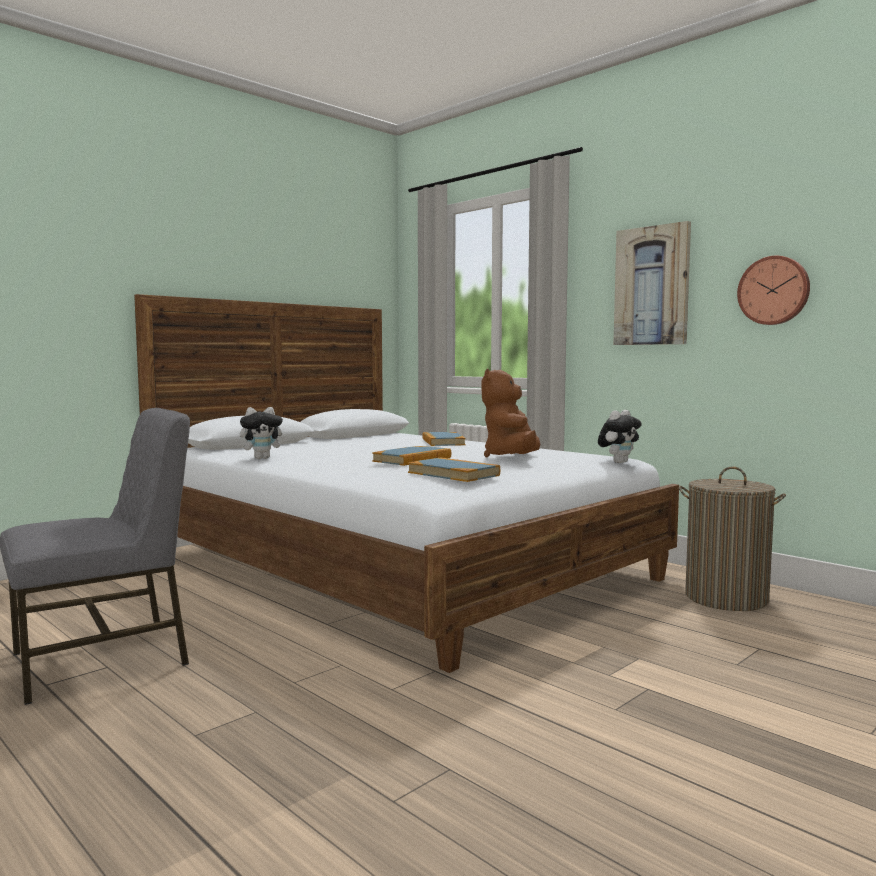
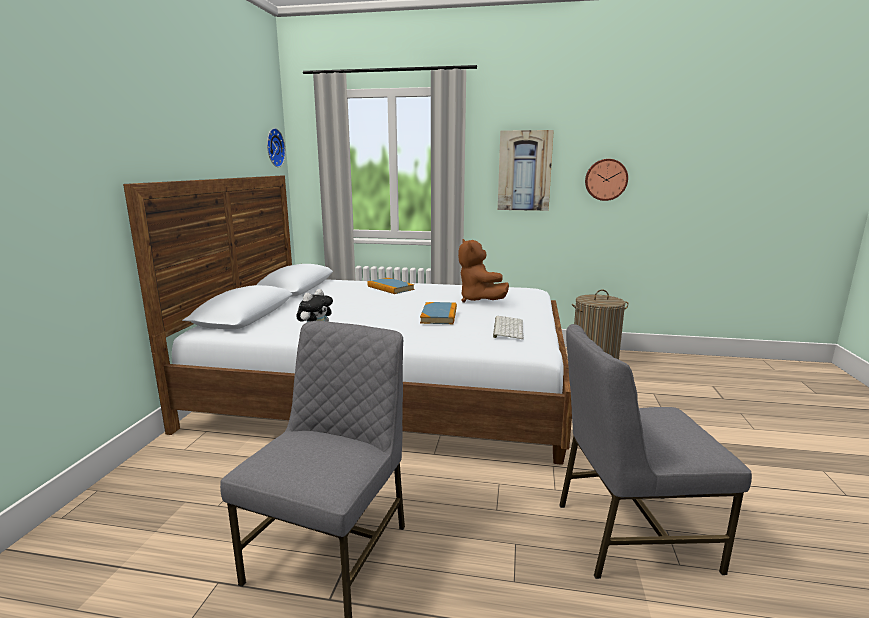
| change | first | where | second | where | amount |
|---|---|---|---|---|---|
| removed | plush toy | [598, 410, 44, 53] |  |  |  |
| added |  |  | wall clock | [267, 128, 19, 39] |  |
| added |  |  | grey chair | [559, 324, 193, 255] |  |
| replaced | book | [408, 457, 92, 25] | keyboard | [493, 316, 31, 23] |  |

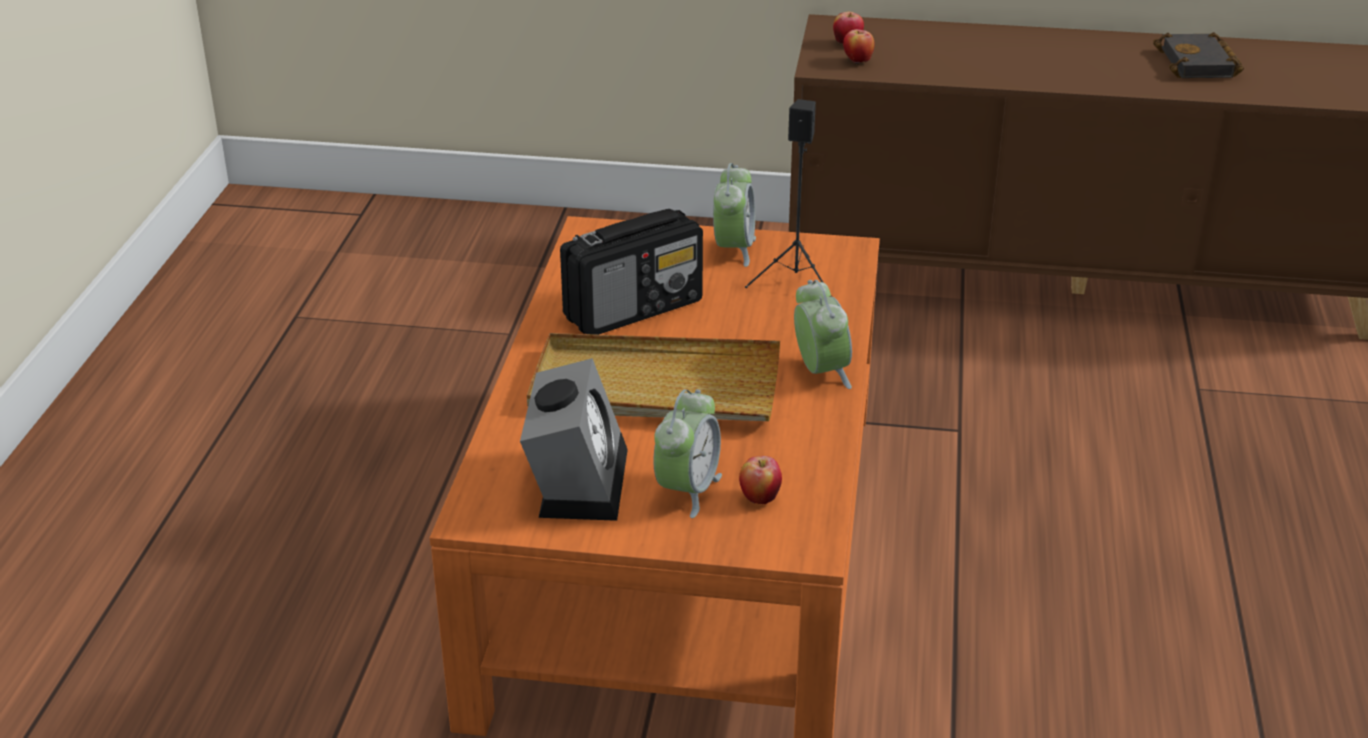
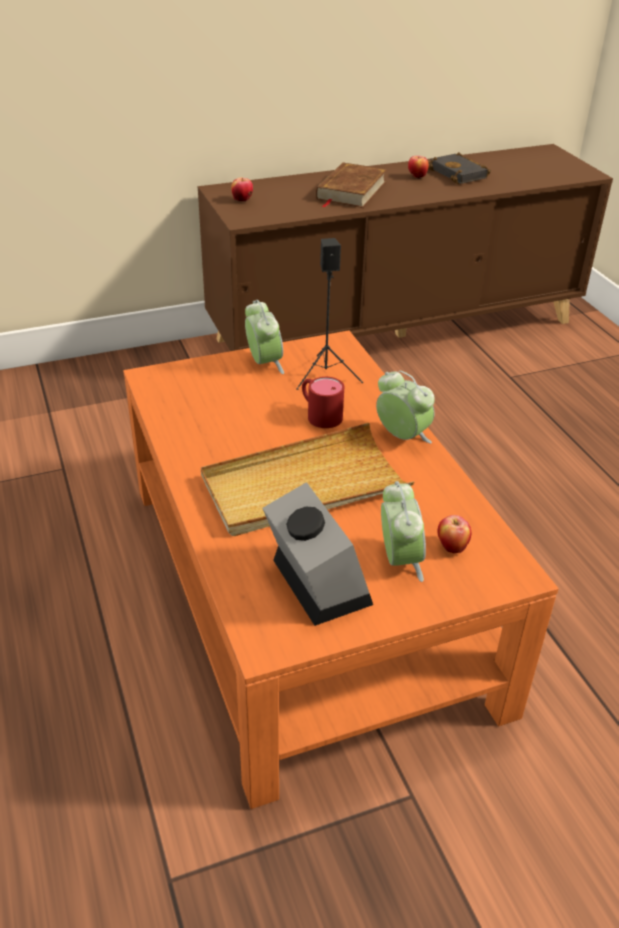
| change | first | where | second | where | amount |
|---|---|---|---|---|---|
| removed | radio | [560, 209, 143, 126] |  |  |  |
| added |  |  | red mug | [302, 377, 42, 51] |  |
| added |  |  | brown book | [316, 162, 71, 46] |  |
| moved | apple | [843, 29, 32, 35] |  | [408, 156, 21, 23] |  |

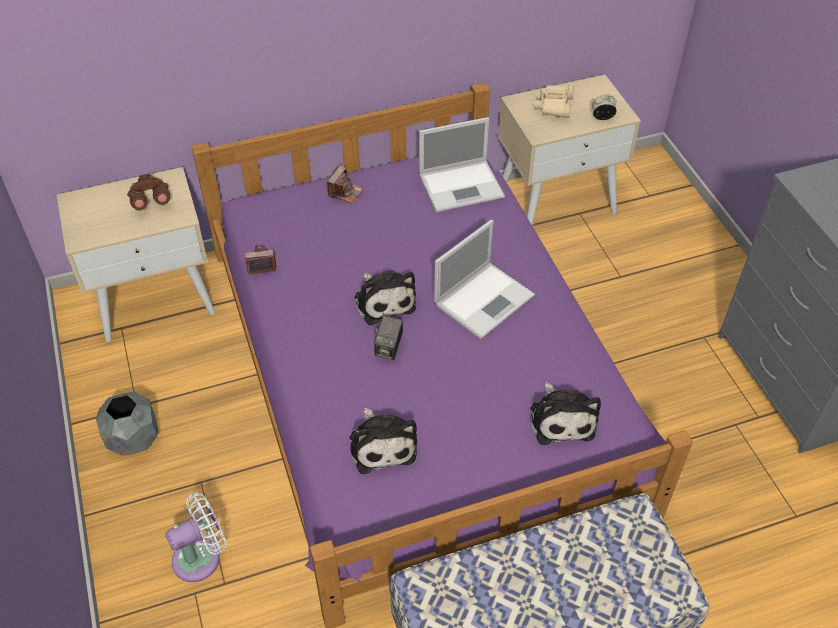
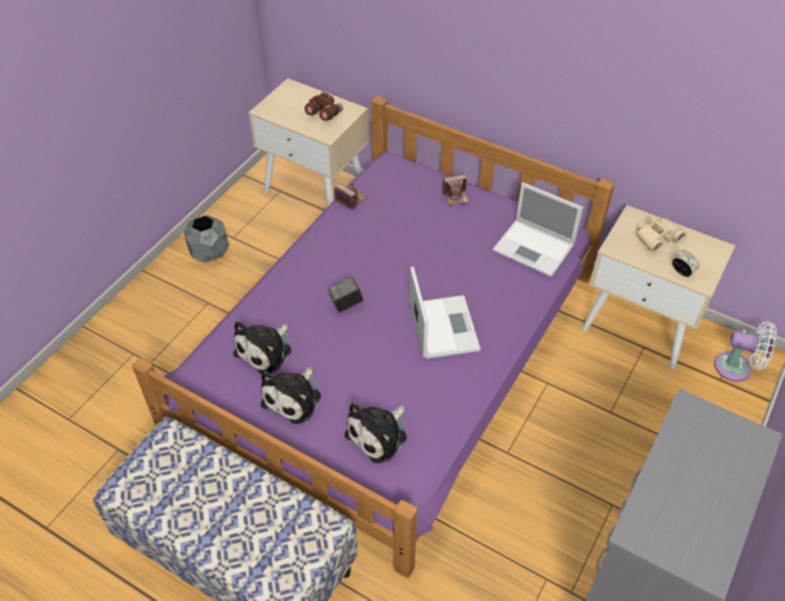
| change | first | where | second | where | amount |
|---|---|---|---|---|---|
| moved | white fan | [165, 493, 61, 89] |  | [714, 322, 63, 60] |  |
| moved | plush toy | [354, 271, 62, 54] |  | [261, 367, 60, 57] |  |
| turned | laptop | [434, 220, 101, 119] |  | [409, 267, 72, 92] | 105 degrees counterclockwise |

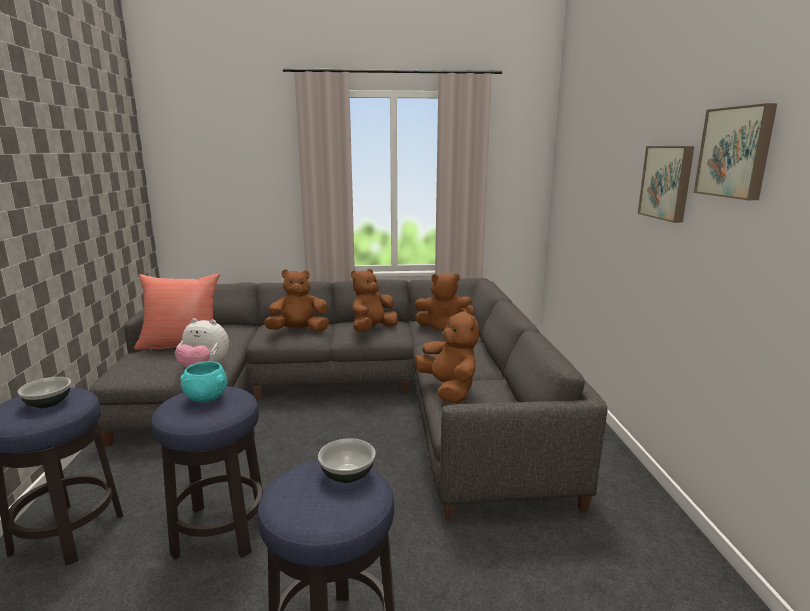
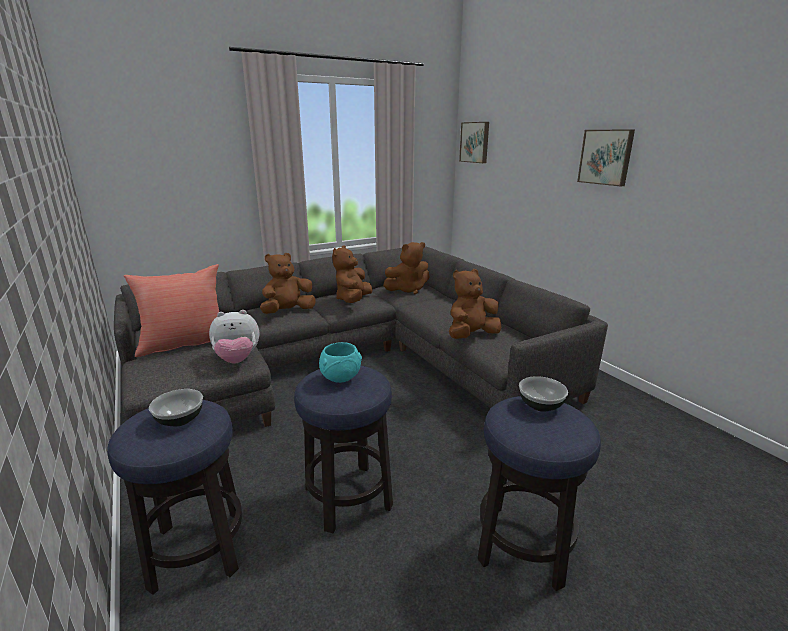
| change | first | where | second | where | amount |
|---|---|---|---|---|---|
| moved | picture | [694, 103, 83, 97] |  | [459, 122, 30, 41] |  |
| turned | brown plush toy | [415, 308, 64, 95] |  | [449, 269, 52, 70] | 75 degrees counterclockwise |

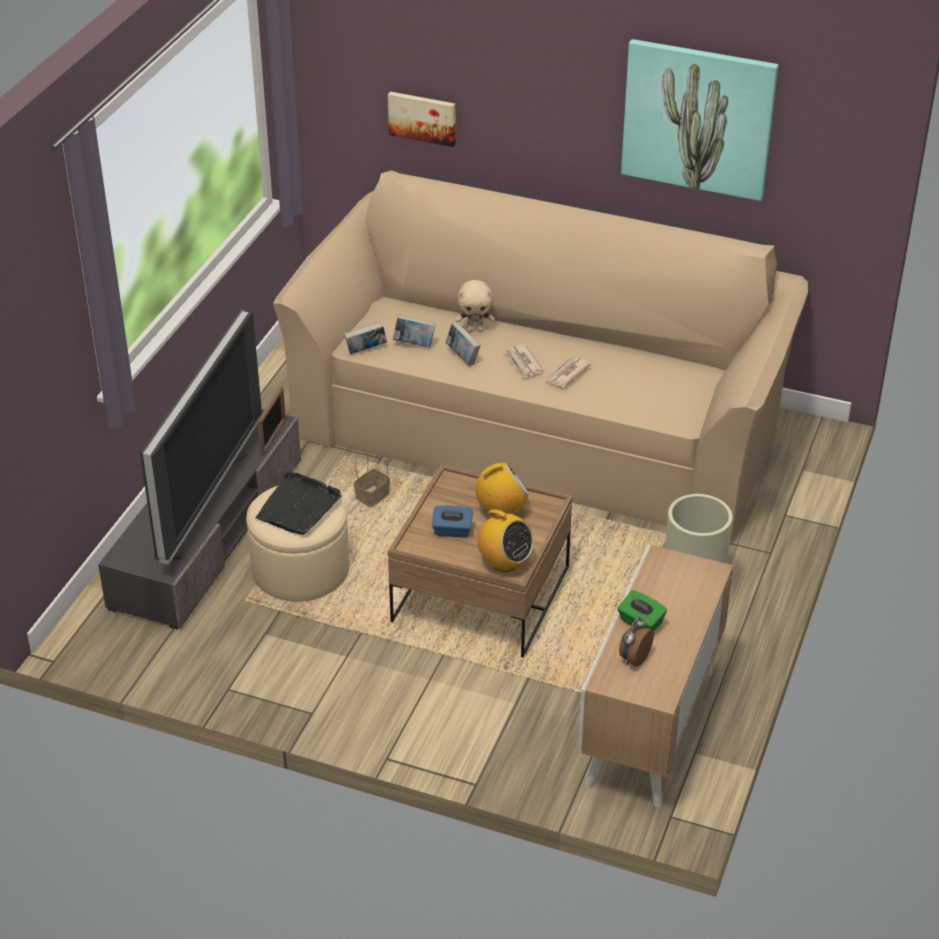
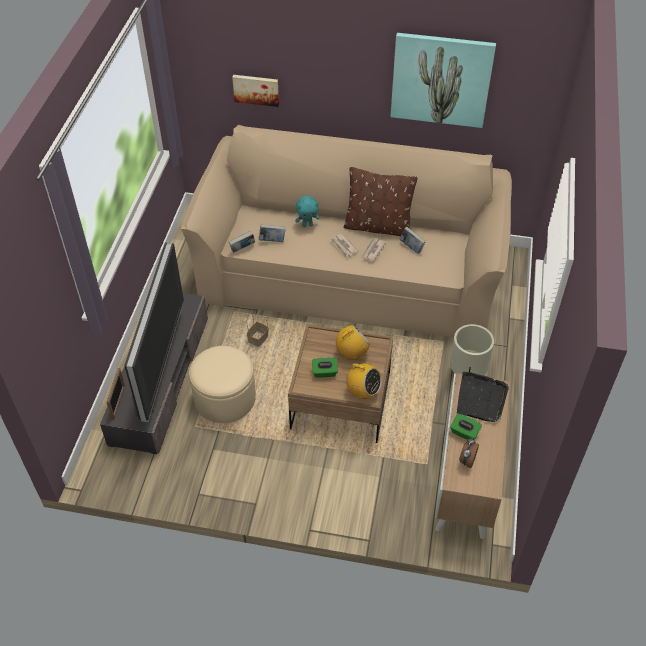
| change | first | where | second | where | amount |
|---|---|---|---|---|---|
| added |  |  | brown pillow | [343, 167, 75, 69] |  |
| moved | black tray | [255, 471, 86, 64] |  | [457, 372, 52, 50] |  |
| moved | picture frame | [258, 385, 28, 71] |  | [107, 368, 18, 52] |  |
| moved | book | [446, 322, 35, 44] |  | [400, 227, 26, 27] |  |
| recoloured | blue tissue box | [432, 505, 41, 33] | green tissue box | [312, 357, 26, 21] |  |
| recoloured | beige plush toy | [456, 280, 39, 52] | turquoise plush toy | [295, 196, 25, 31] |  |

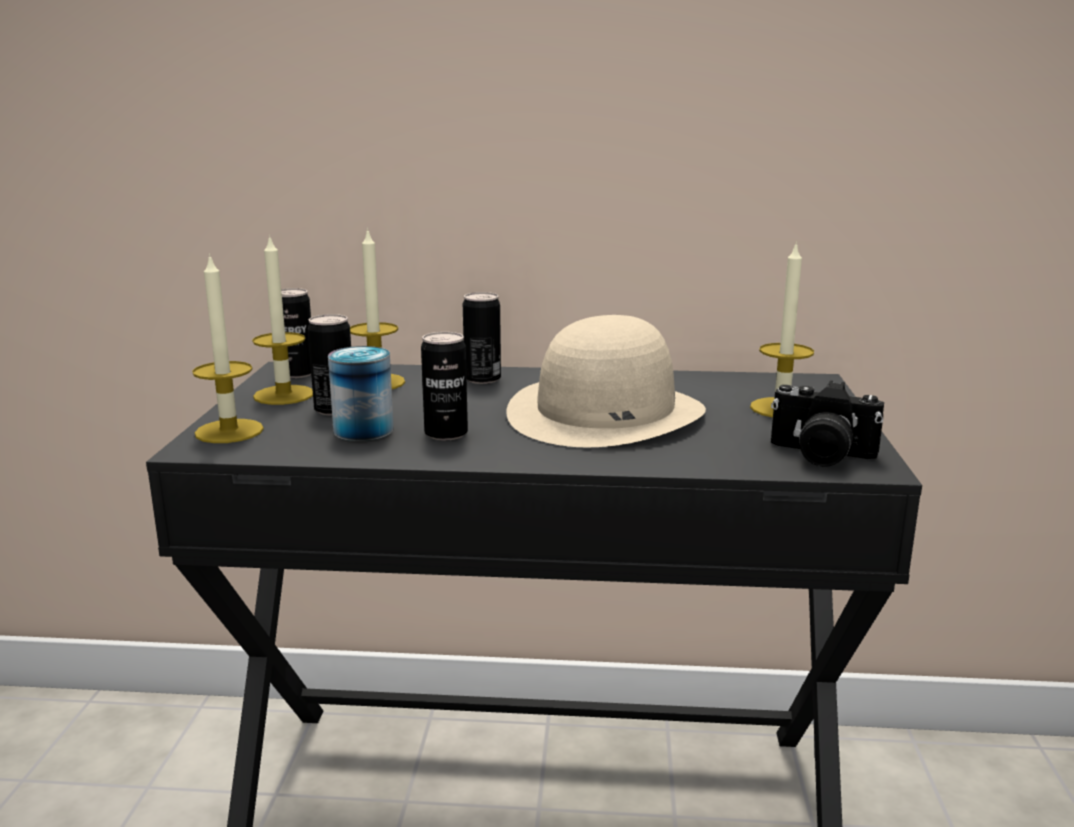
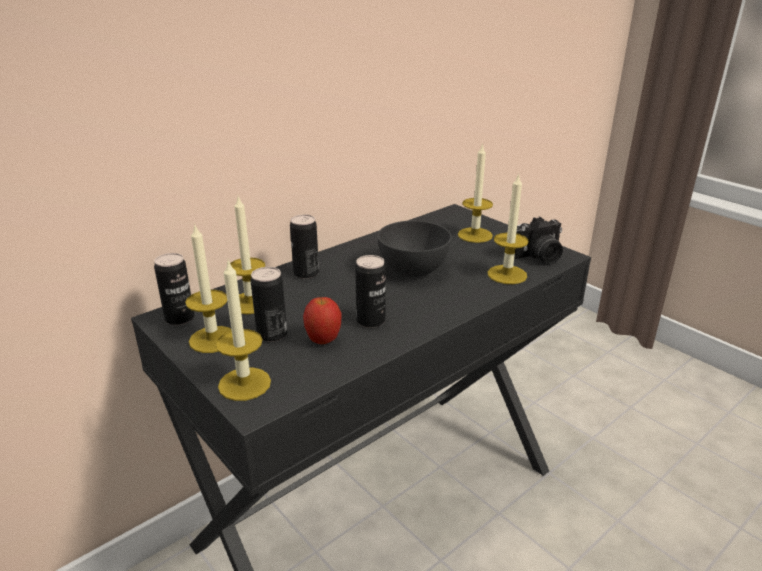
| change | first | where | second | where | amount |
|---|---|---|---|---|---|
| added |  |  | candle | [488, 173, 41, 111] |  |
| replaced | can | [328, 346, 66, 95] | apple | [303, 297, 39, 47] |  |
| replaced | beige hat | [506, 315, 200, 132] | grey bowl | [378, 221, 74, 56] |  |

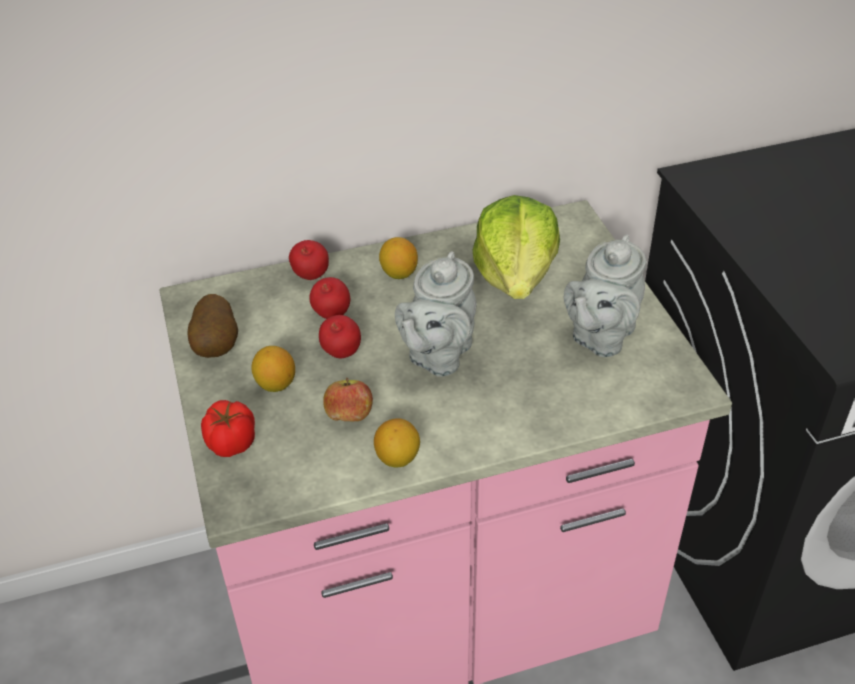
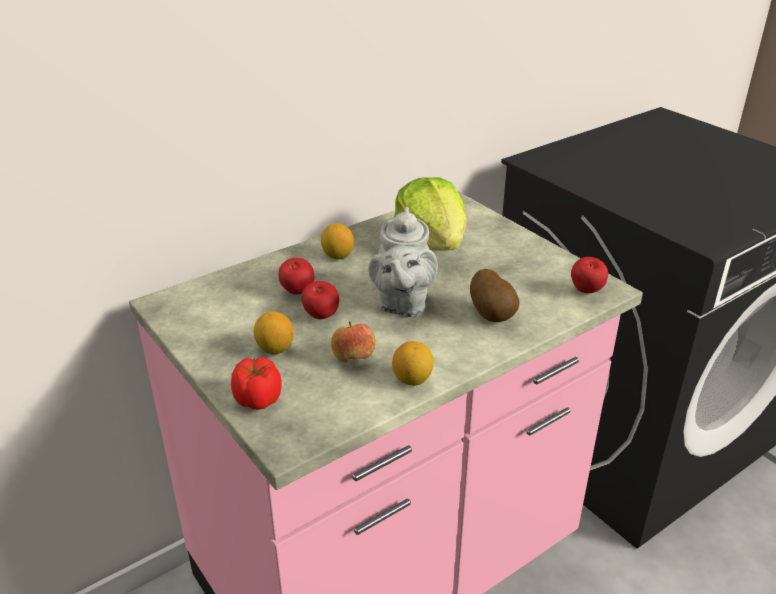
| change | first | where | second | where | amount |
|---|---|---|---|---|---|
| removed | grey teapot | [564, 234, 82, 123] |  |  |  |
| moved | potato | [188, 294, 50, 64] |  | [470, 269, 50, 53] |  |
| moved | apple | [289, 240, 40, 40] |  | [571, 257, 37, 37] |  |

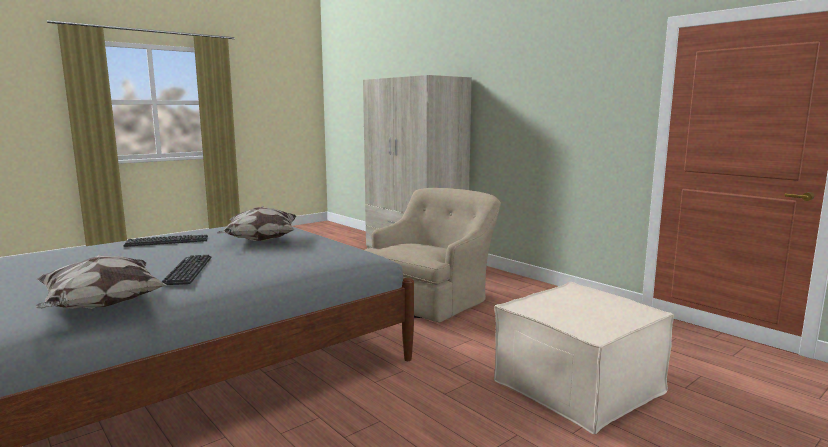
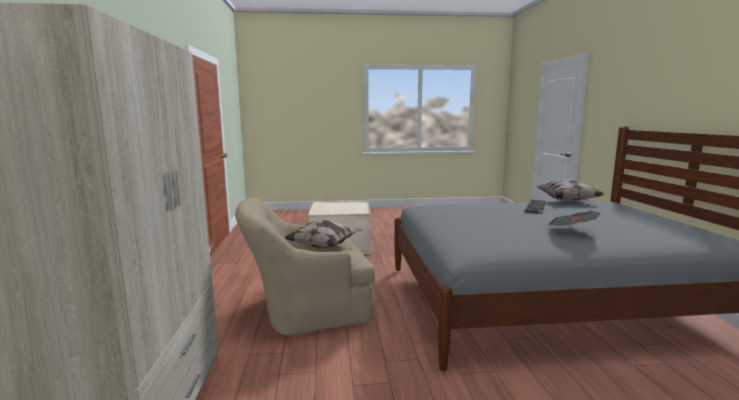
| change | first | where | second | where | amount |
|---|---|---|---|---|---|
| moved | pillow | [217, 206, 80, 35] |  | [285, 220, 78, 29] |  |
| replaced | keyboard | [124, 235, 84, 12] | newspaper | [549, 211, 52, 15] |  |

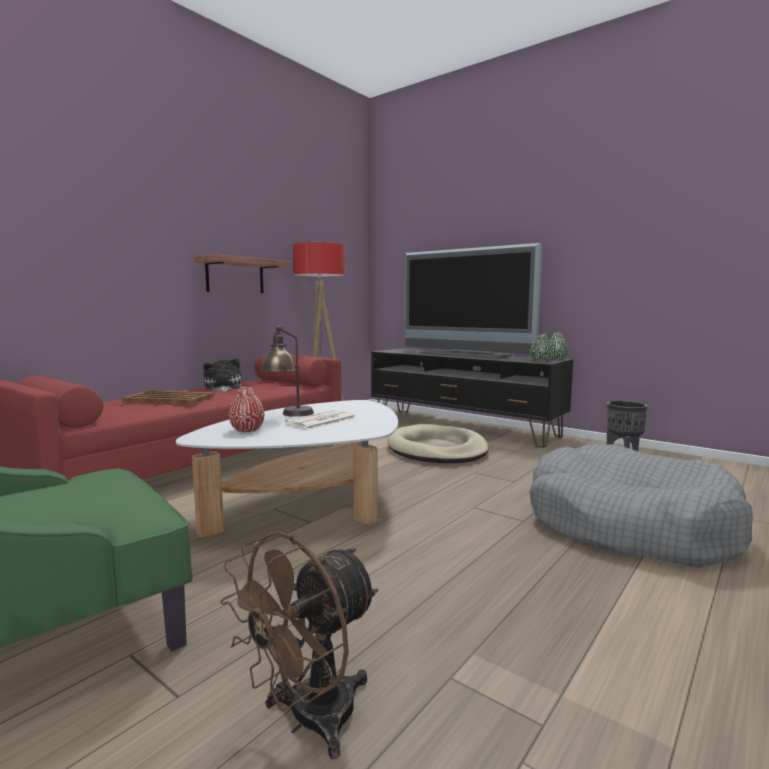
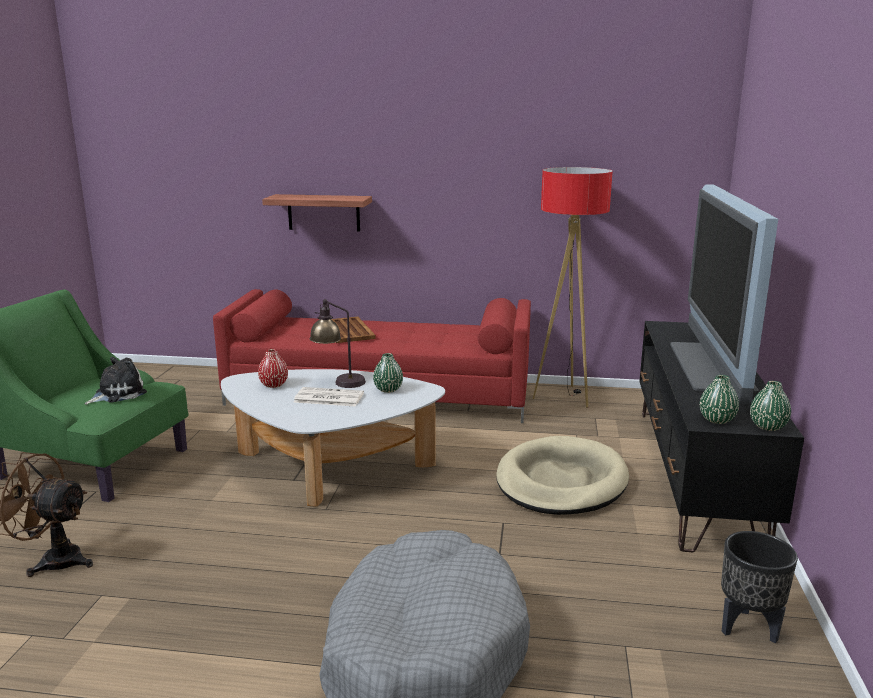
| change | first | where | second | where | amount |
|---|---|---|---|---|---|
| added |  |  | green vase | [373, 353, 30, 40] |  |
| moved | shelf | [193, 254, 98, 39] |  | [262, 194, 110, 37] |  |
| moved | plush toy | [203, 358, 39, 34] |  | [85, 357, 62, 48] |  |

